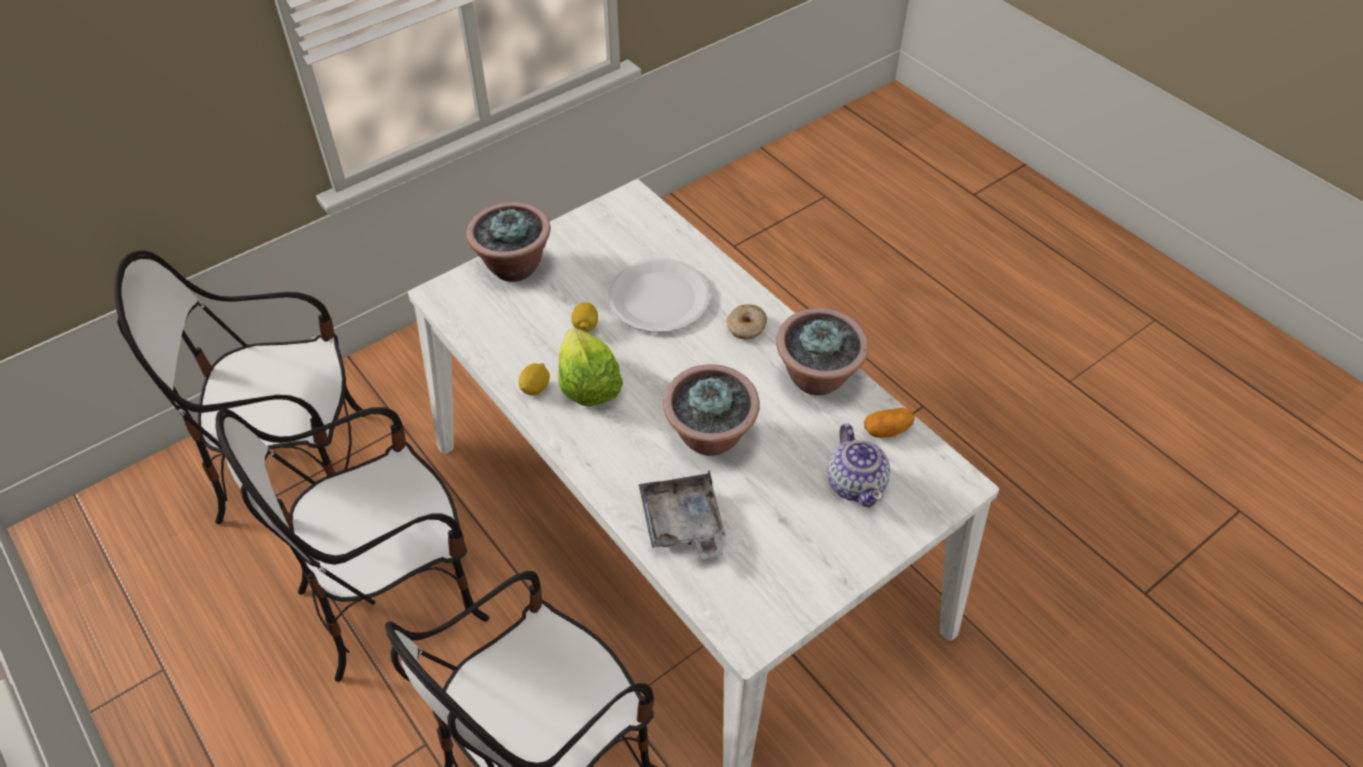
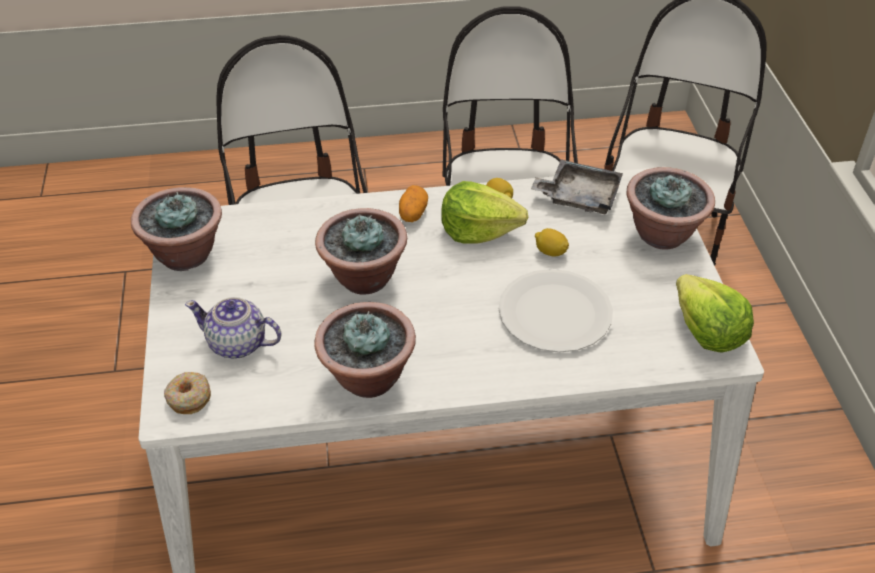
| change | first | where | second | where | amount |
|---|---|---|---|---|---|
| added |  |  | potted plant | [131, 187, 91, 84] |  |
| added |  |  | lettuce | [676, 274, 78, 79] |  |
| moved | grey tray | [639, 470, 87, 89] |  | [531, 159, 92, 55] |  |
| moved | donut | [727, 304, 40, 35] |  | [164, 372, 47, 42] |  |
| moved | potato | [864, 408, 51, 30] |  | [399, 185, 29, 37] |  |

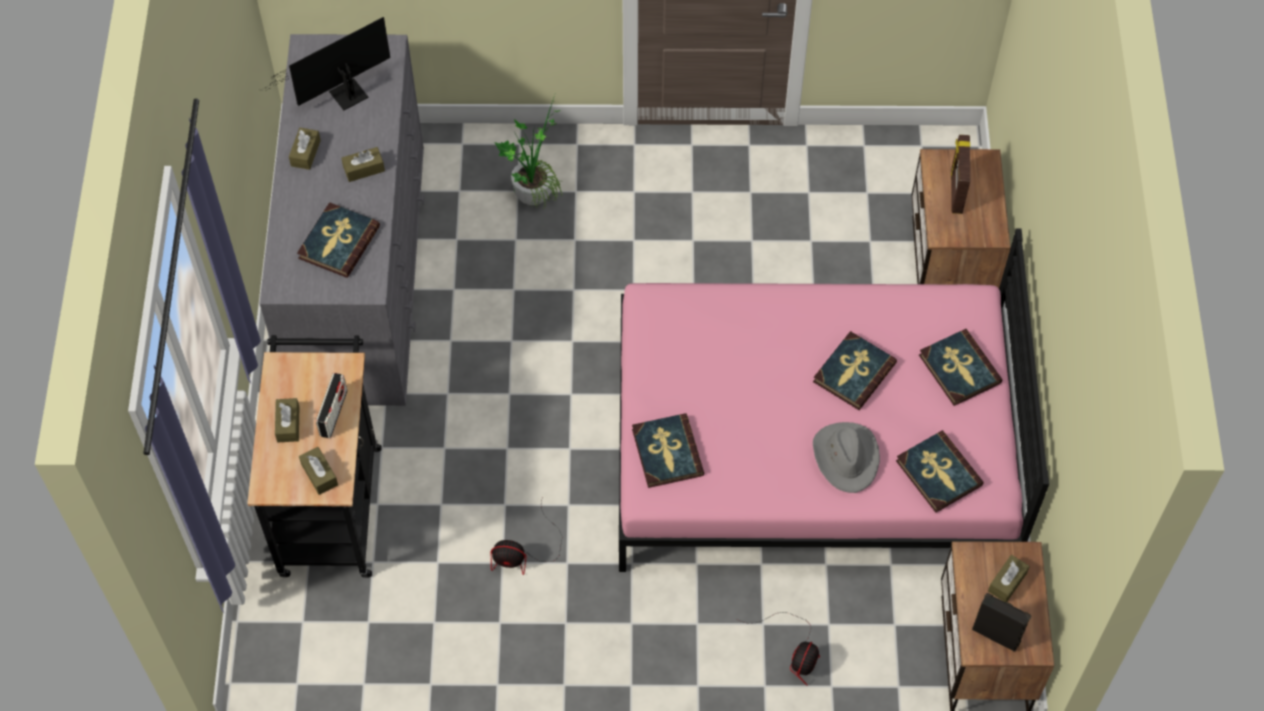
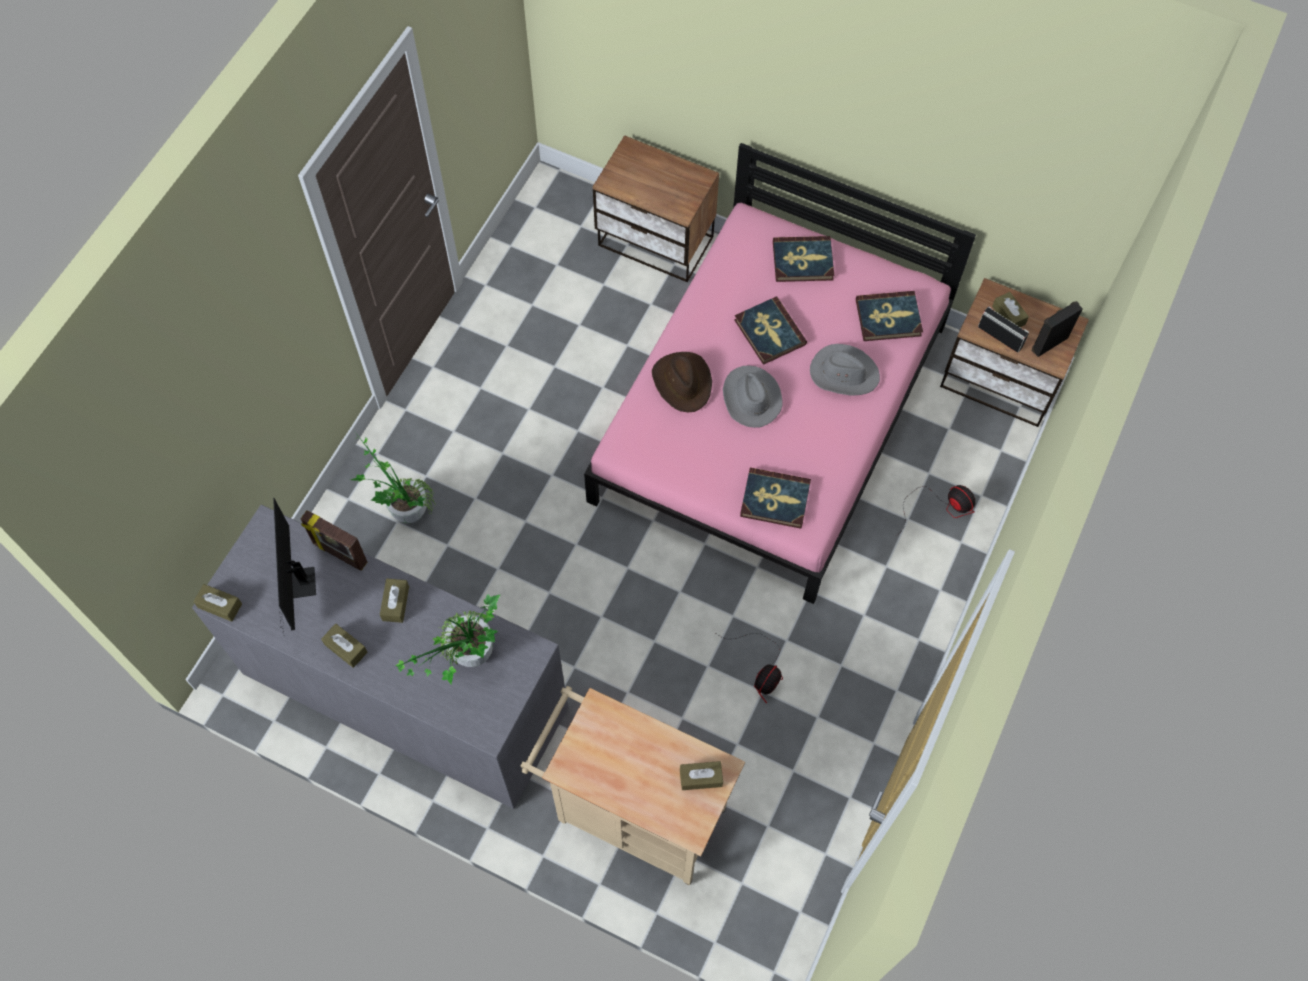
| change | first | where | second | where | amount |
|---|---|---|---|---|---|
| added |  |  | brown hat | [652, 352, 60, 60] |  |
| added |  |  | grey hat | [723, 366, 60, 62] |  |
| moved | brown tissue box | [275, 398, 24, 44] |  | [193, 584, 49, 38] |  |
| moved | radio | [316, 373, 32, 65] |  | [978, 306, 51, 47] |  |
| moved | picture frame | [951, 135, 19, 79] |  | [301, 510, 66, 61] |  |
| replaced | book | [297, 202, 83, 76] | potted plant | [395, 594, 106, 90] |  |
| recoloured | black cart | [247, 335, 135, 243] | beige cart | [521, 686, 224, 199] |  |

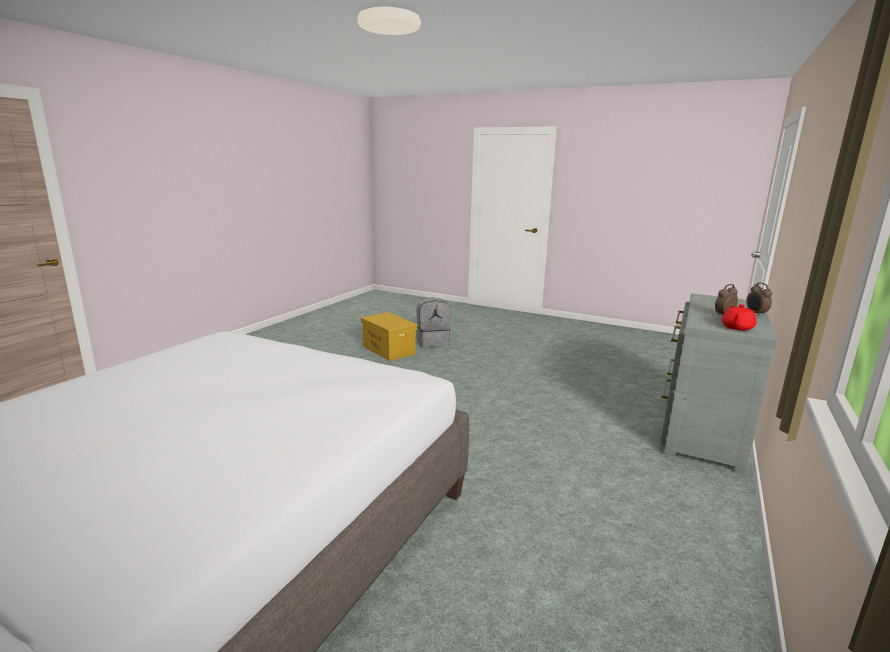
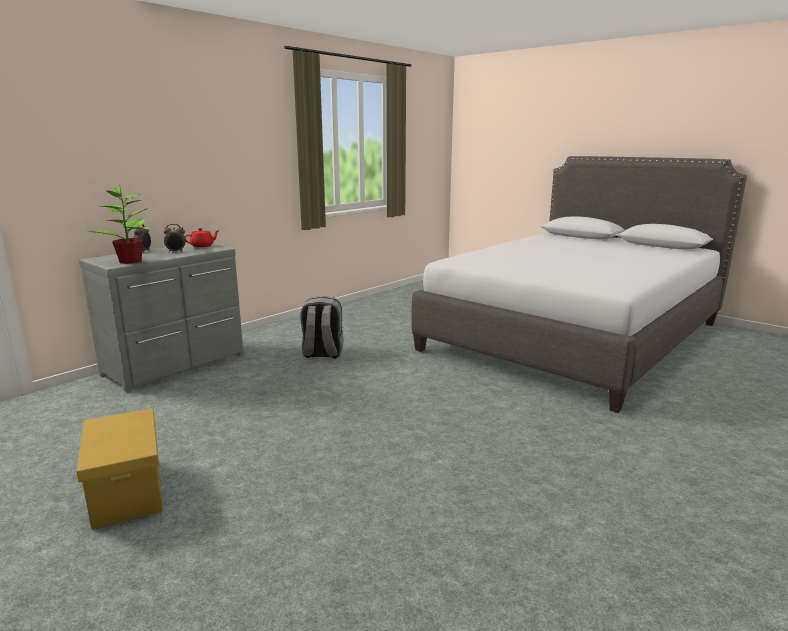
| change | first | where | second | where | amount |
|---|---|---|---|---|---|
| added |  |  | potted plant | [87, 187, 64, 77] |  |
| moved | yellow storage box | [361, 312, 56, 49] |  | [76, 408, 87, 121] |  |
| moved | grey backpack | [416, 297, 35, 50] |  | [301, 296, 42, 63] |  |

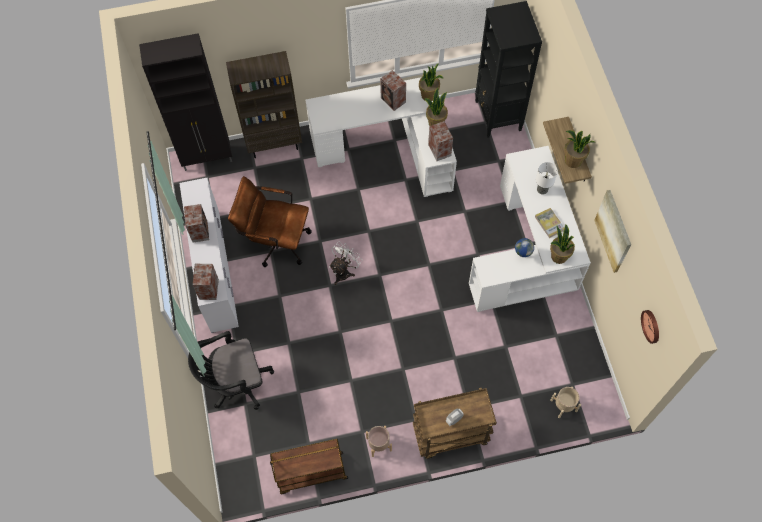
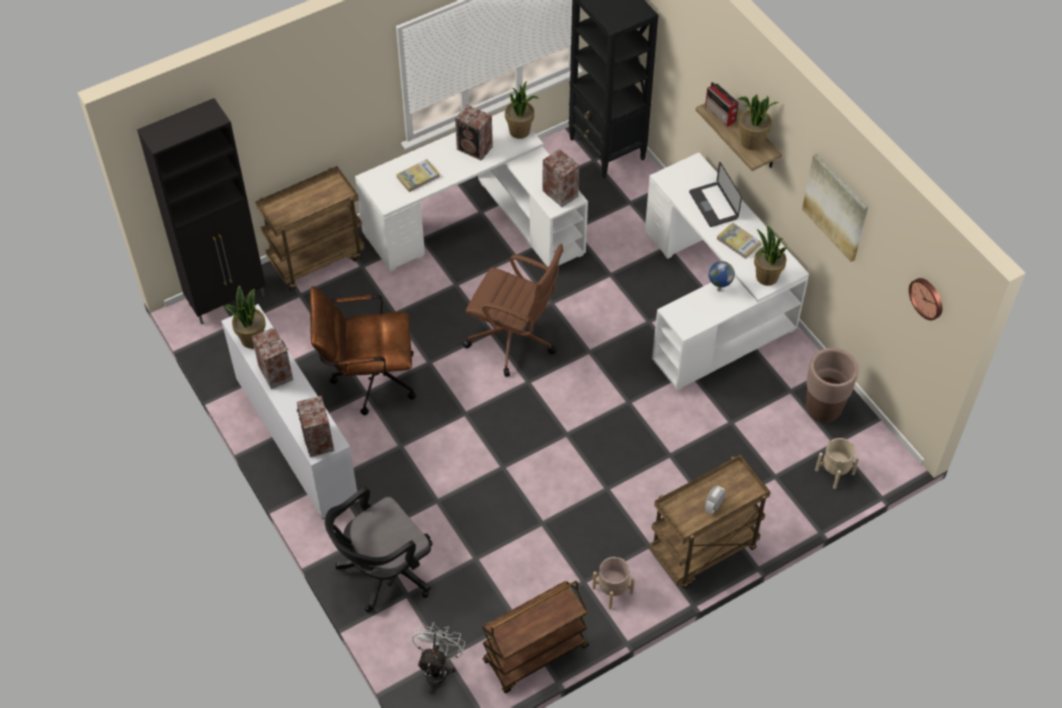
| change | first | where | second | where | amount |
|---|---|---|---|---|---|
| added |  |  | book | [396, 159, 44, 33] |  |
| added |  |  | brown office chair | [463, 244, 101, 133] |  |
| added |  |  | radio | [705, 82, 34, 45] |  |
| added |  |  | brown planter | [806, 348, 52, 75] |  |
| moved | white fan | [329, 244, 33, 41] |  | [412, 622, 53, 72] |  |
| moved | potted plant | [425, 88, 23, 38] |  | [224, 285, 42, 64] |  |
| replaced | brown bookcase | [226, 51, 76, 107] | brown cart | [255, 166, 110, 126] |  |
| replaced | table lamp | [536, 162, 22, 33] | laptop | [689, 161, 53, 66] |  |

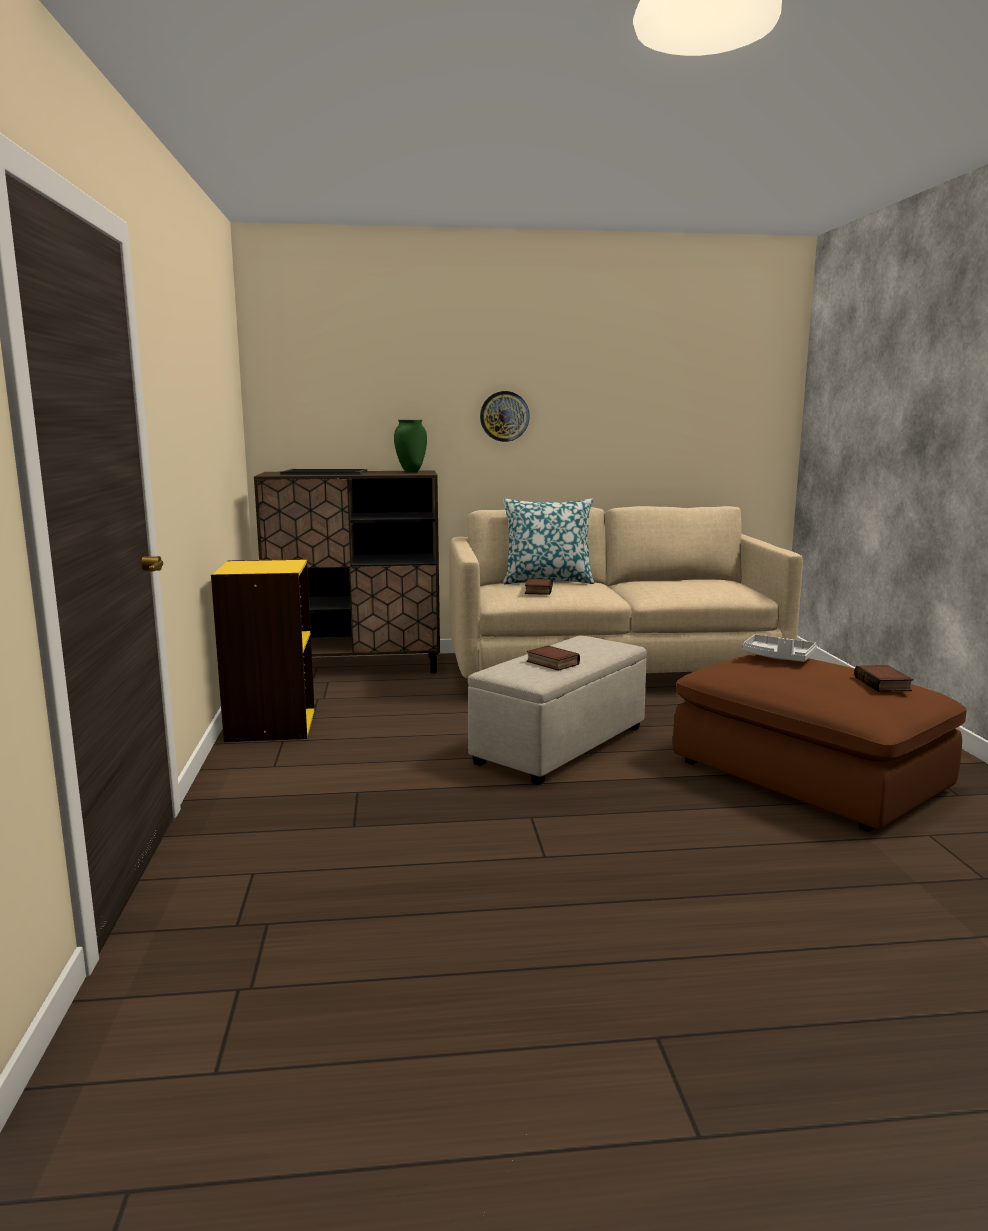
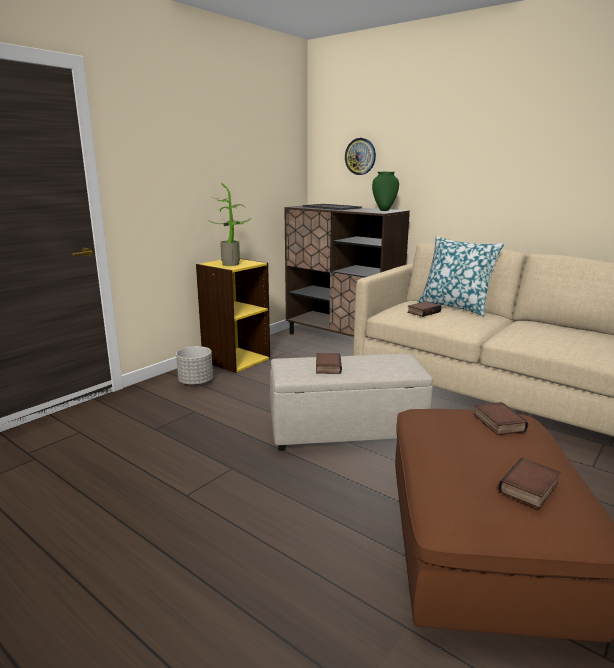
| change | first | where | second | where | amount |
|---|---|---|---|---|---|
| added |  |  | grey planter | [176, 346, 37, 39] |  |
| added |  |  | potted plant | [208, 183, 44, 83] |  |
| moved | wall clock | [480, 391, 50, 51] |  | [345, 138, 31, 37] |  |
| replaced | grey tray | [743, 634, 74, 28] | book | [474, 402, 54, 33] |  |

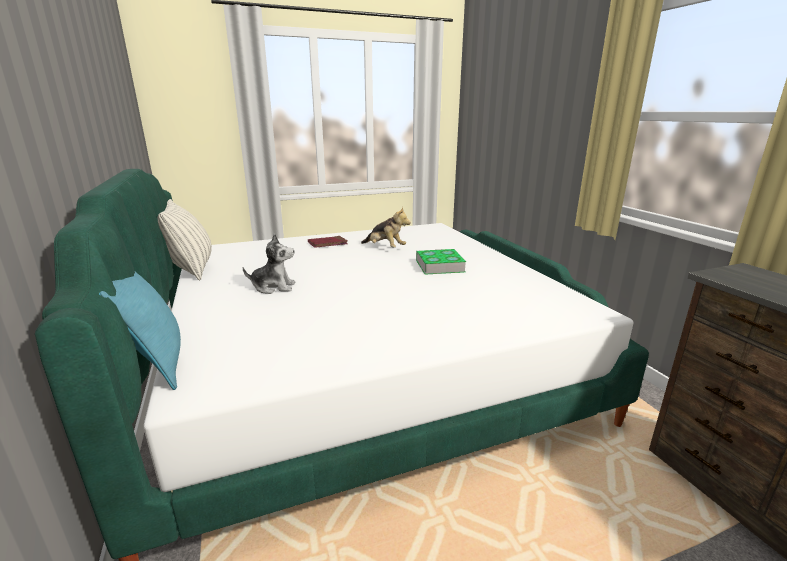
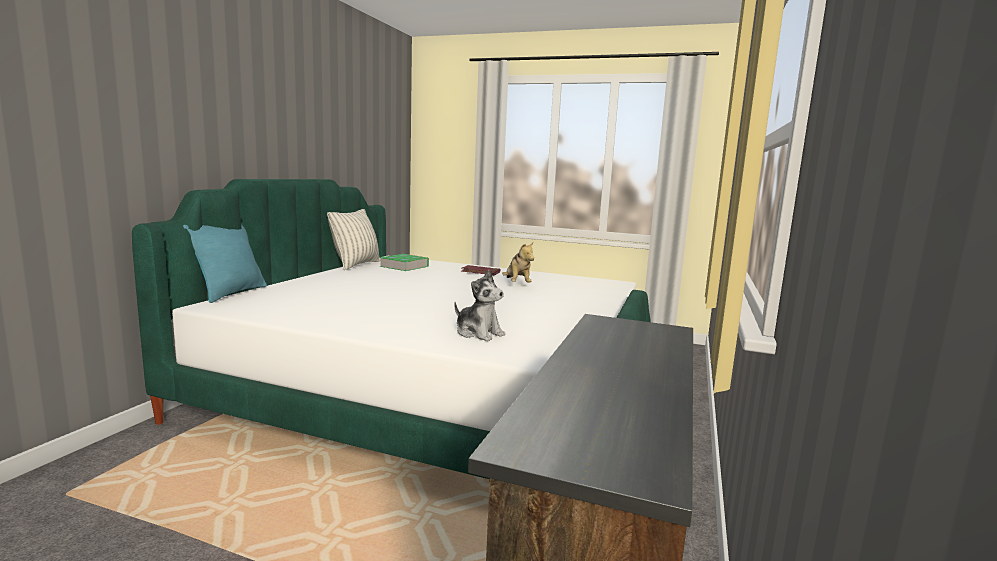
| change | first | where | second | where | amount |
|---|---|---|---|---|---|
| moved | plush toy | [243, 234, 52, 60] |  | [454, 270, 52, 71] |  |
| moved | book | [416, 249, 50, 26] |  | [380, 254, 49, 17] |  |

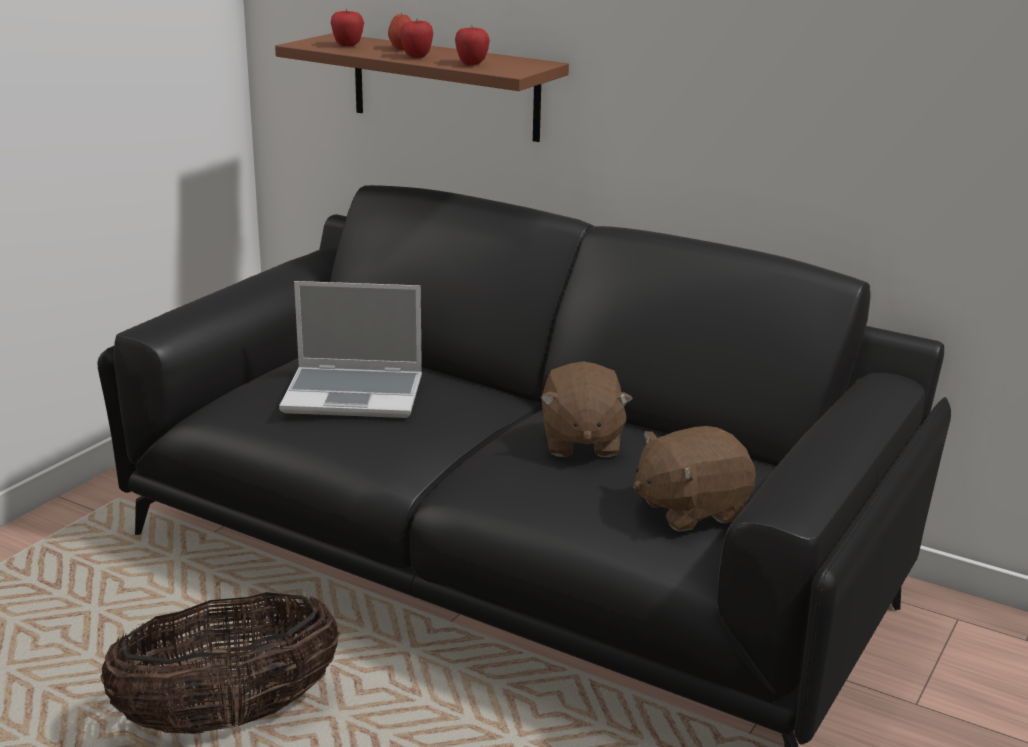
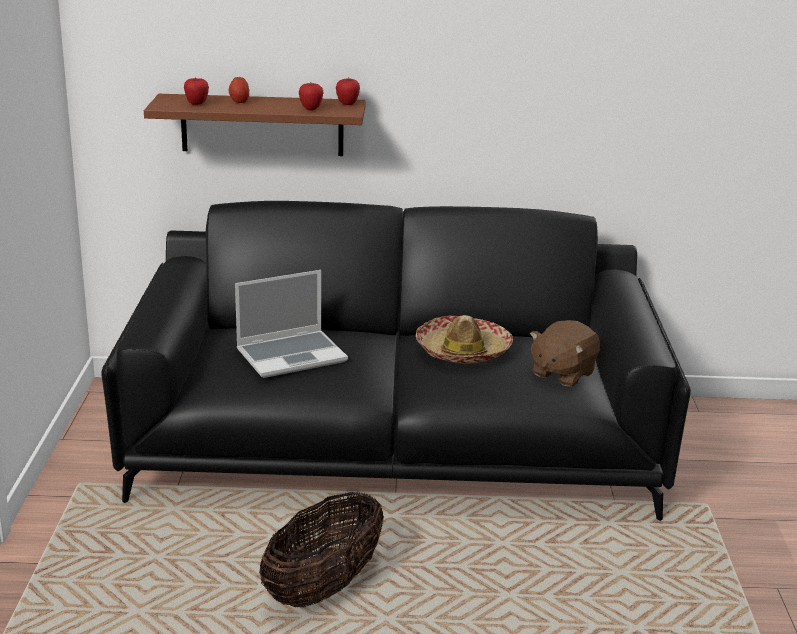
| change | first | where | second | where | amount |
|---|---|---|---|---|---|
| moved | apple | [400, 19, 33, 39] |  | [336, 78, 24, 27] |  |
| replaced | brown plush toy | [541, 361, 92, 96] | hat | [416, 315, 97, 49] |  |

